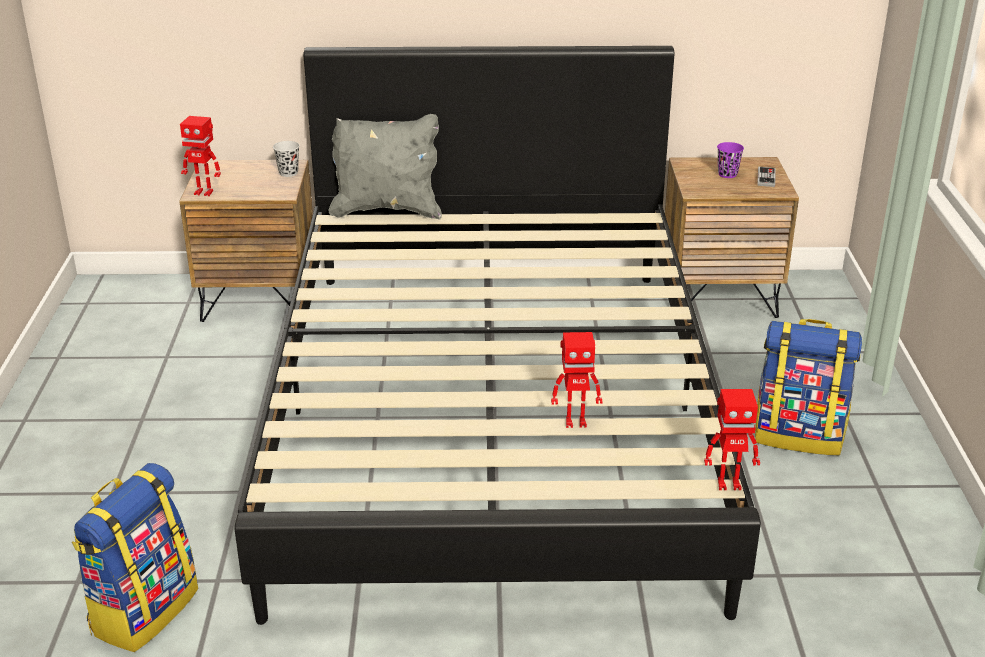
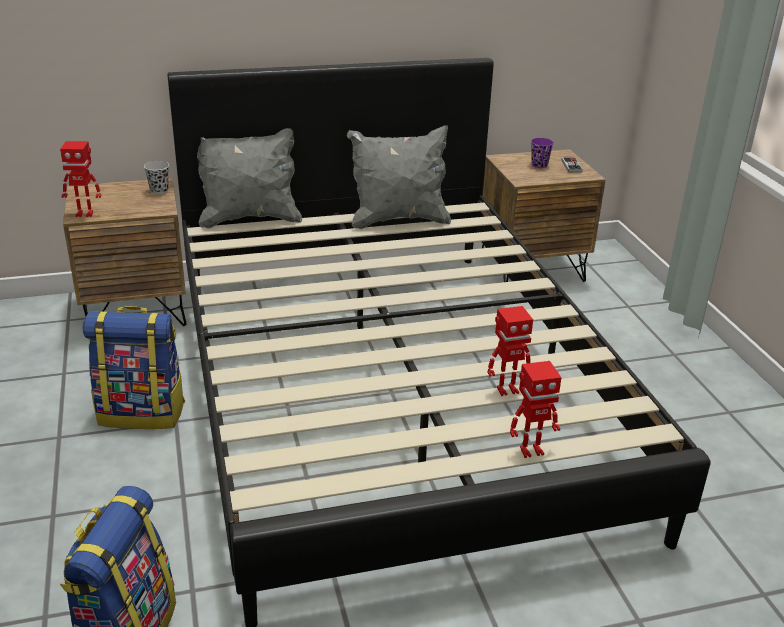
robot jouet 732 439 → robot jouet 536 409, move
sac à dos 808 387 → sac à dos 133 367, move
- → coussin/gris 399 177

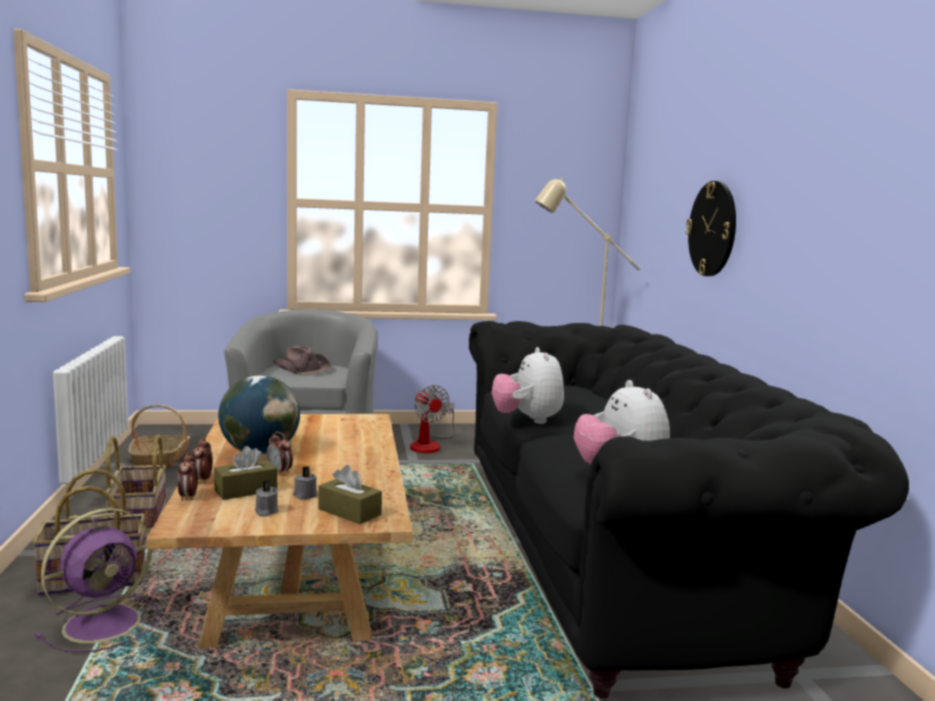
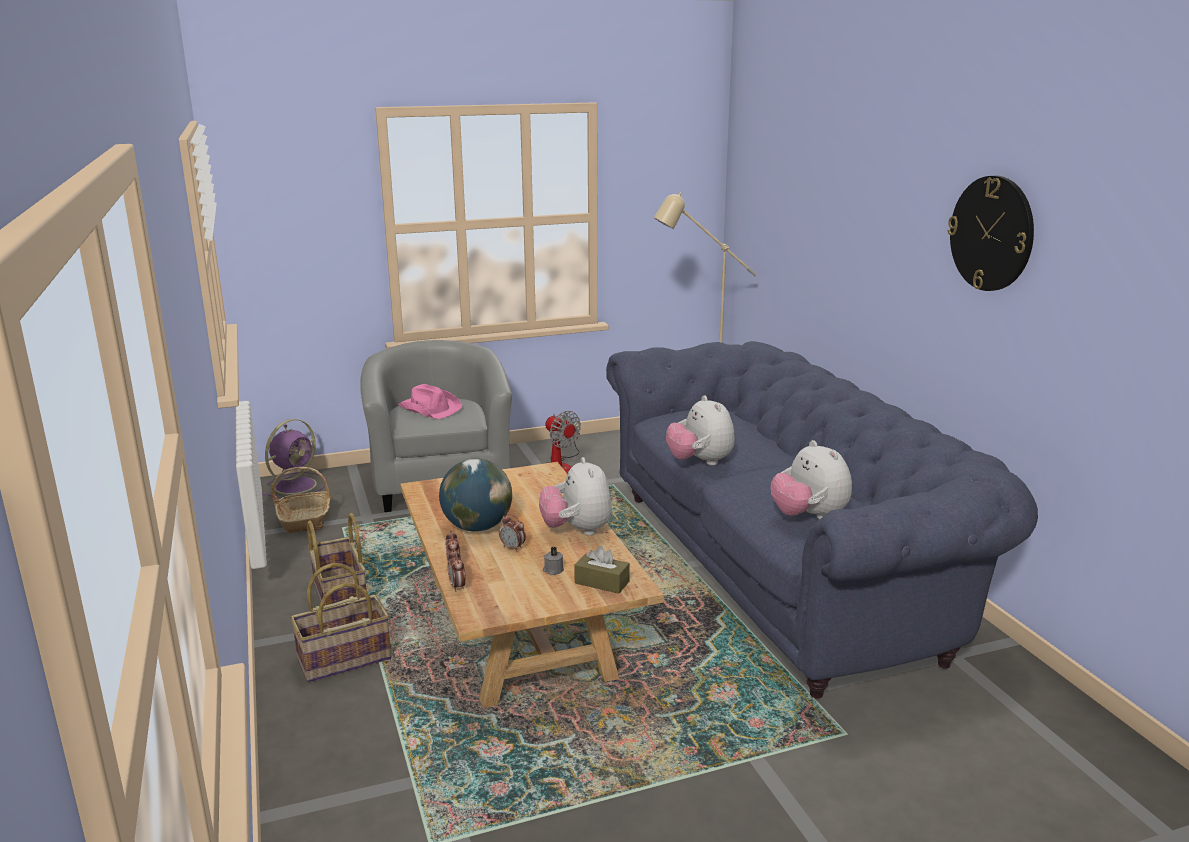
ventilateur/violet 97 580 → ventilateur/violet 295 458, move
boîte à mouchoirs/marron 245 473 → -
bougie/gris 267 498 → -
chapeau/marron 302 360 → chapeau/rose 430 401
canapé/noir 689 510 → canapé/bleu 822 520
horloge murale 711 228 → horloge murale 991 233, move
- → peluche 575 496

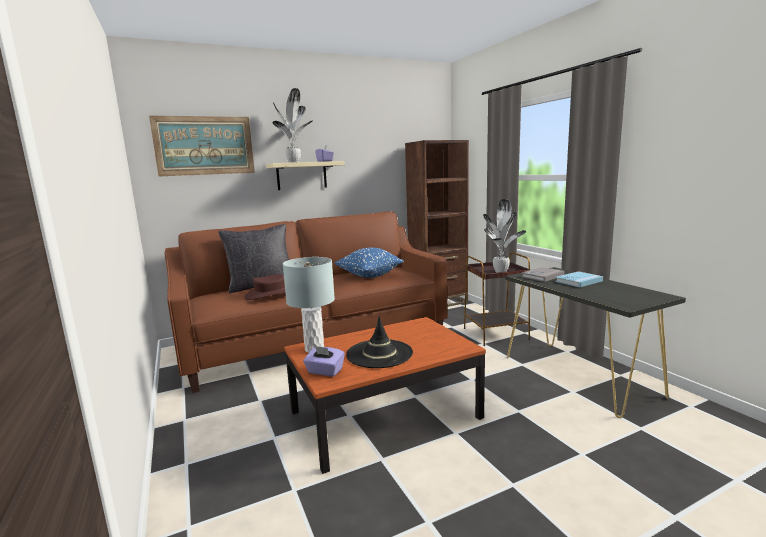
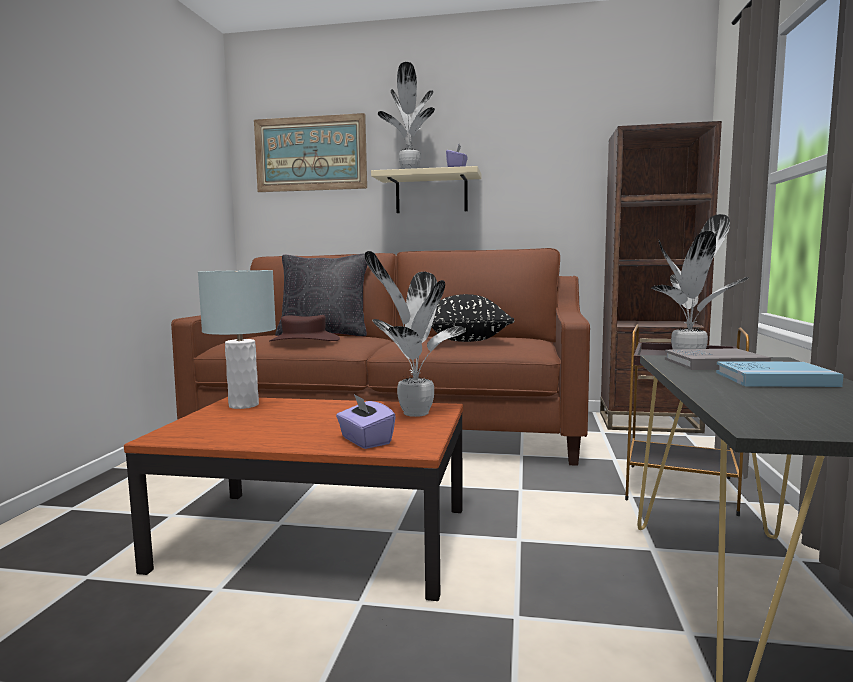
boîte à mouchoirs/violet 324 361 → boîte à mouchoirs/violet 366 421, move
coussin/bleu 369 262 → coussin/noir 473 318
chapeau/noir 379 342 → -
- → plante en pot 415 334

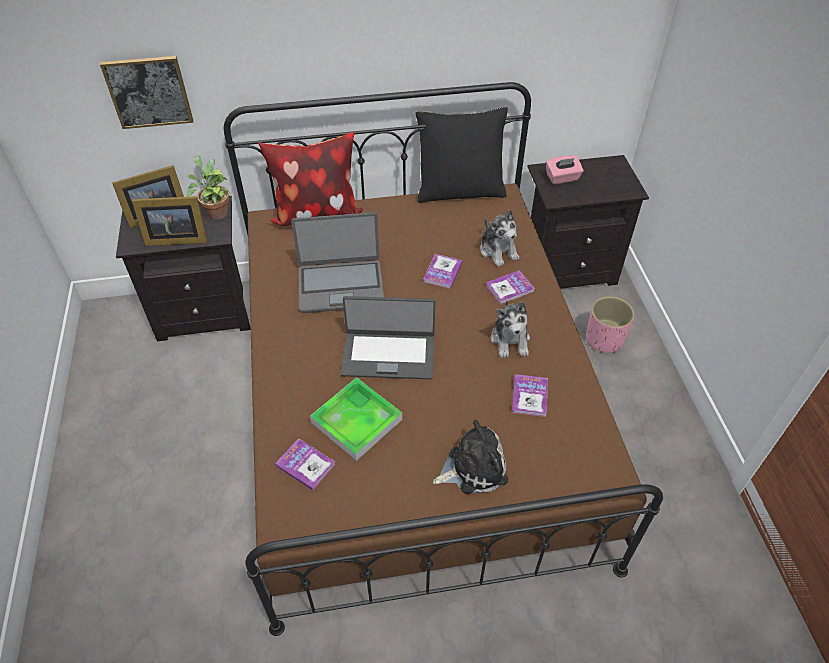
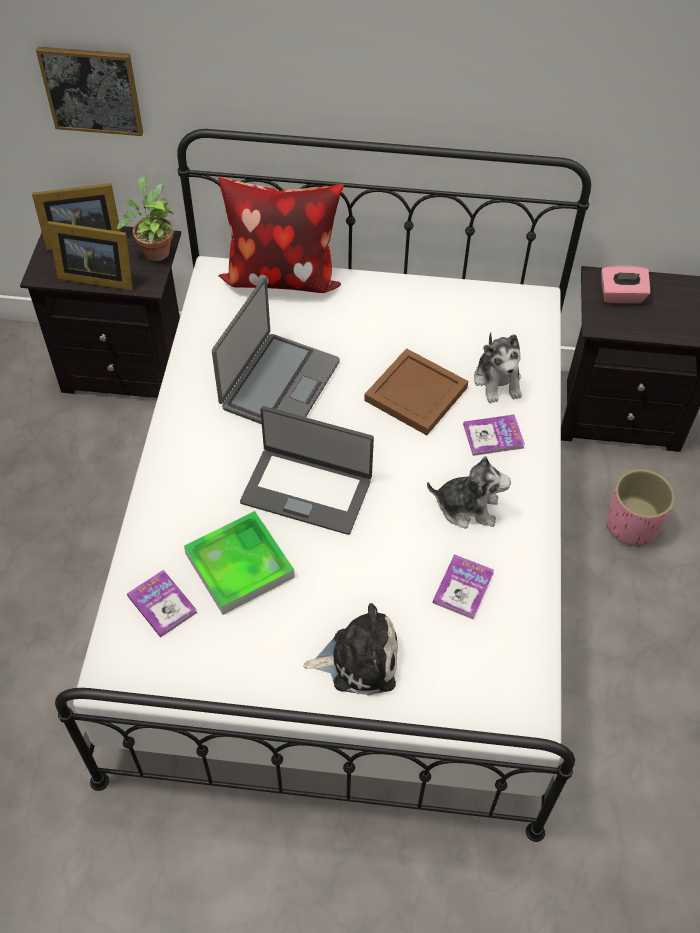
lit/marron 443 359 → lit/blanc 323 485
ordinateur portable 337 262 → ordinateur portable 276 350, 75 degrees counterclockwise
coussin/noir 461 155 → -
livre 443 271 → plateau/marron 416 391
peluche 510 329 → peluche 469 492, 90 degrees counterclockwise

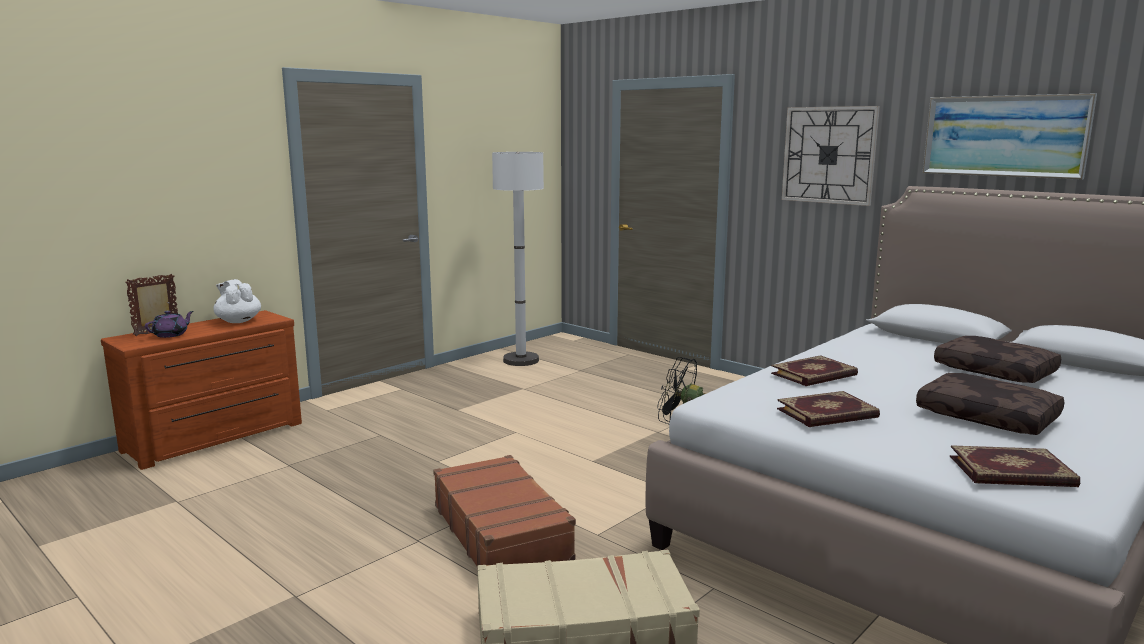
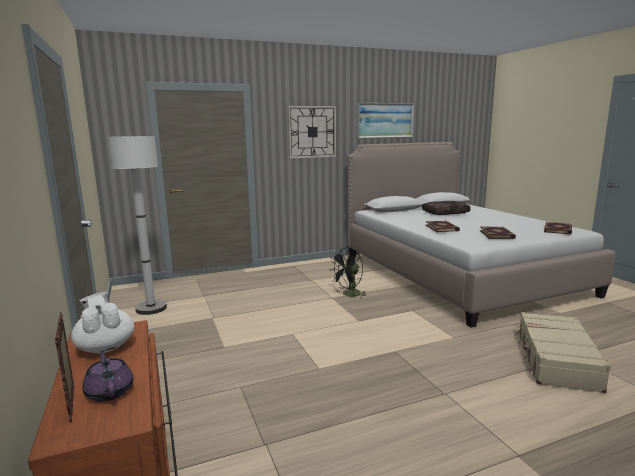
théière/blanc 237 301 → théière/blanc 103 322, 75 degrees clockwise
valise/marron 504 510 → -
coussin/marron 990 404 → -

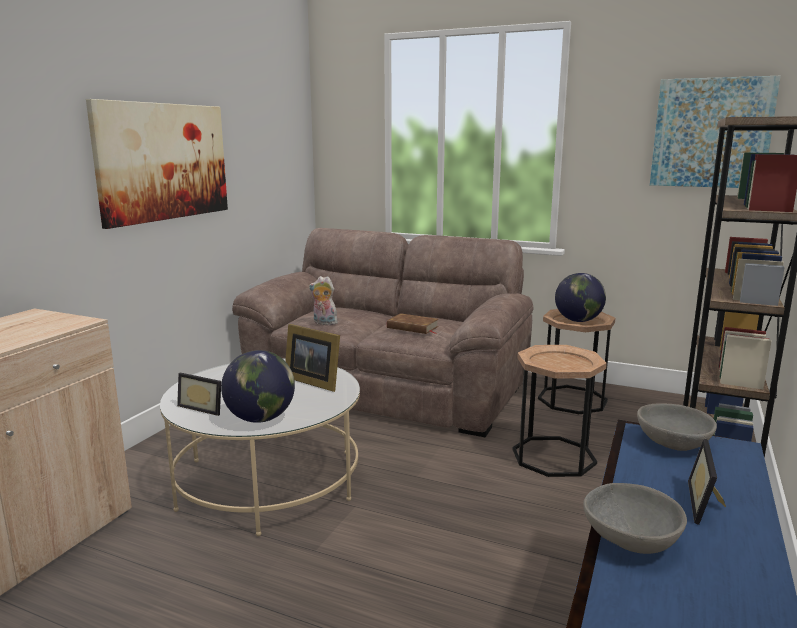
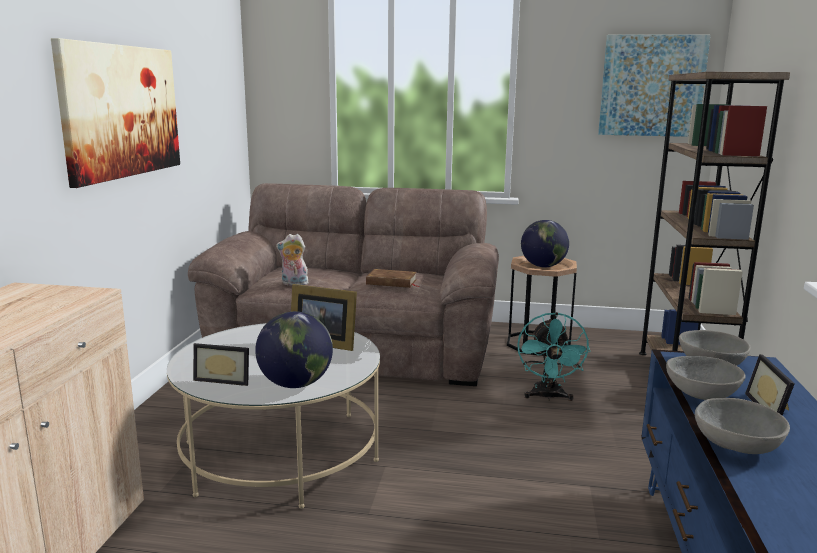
table d'appoint/marron 559 411 → ventilateur/turquoise 554 356
- → bol/gris 705 378

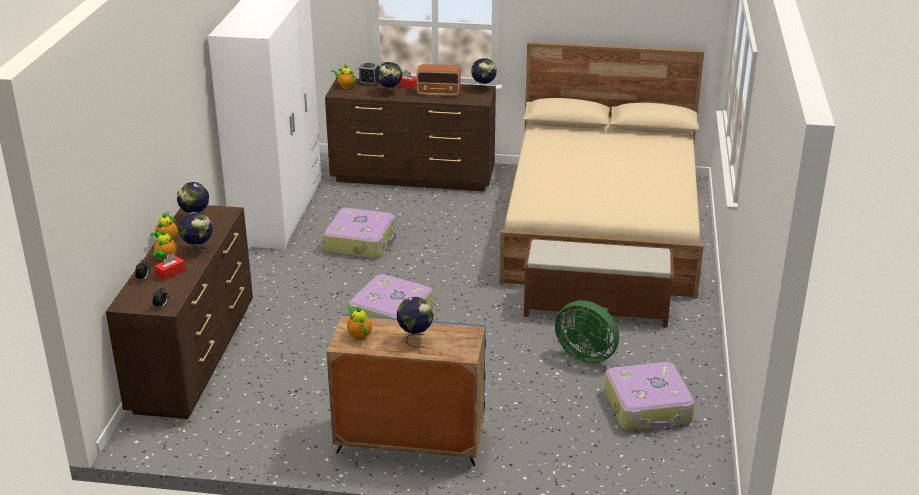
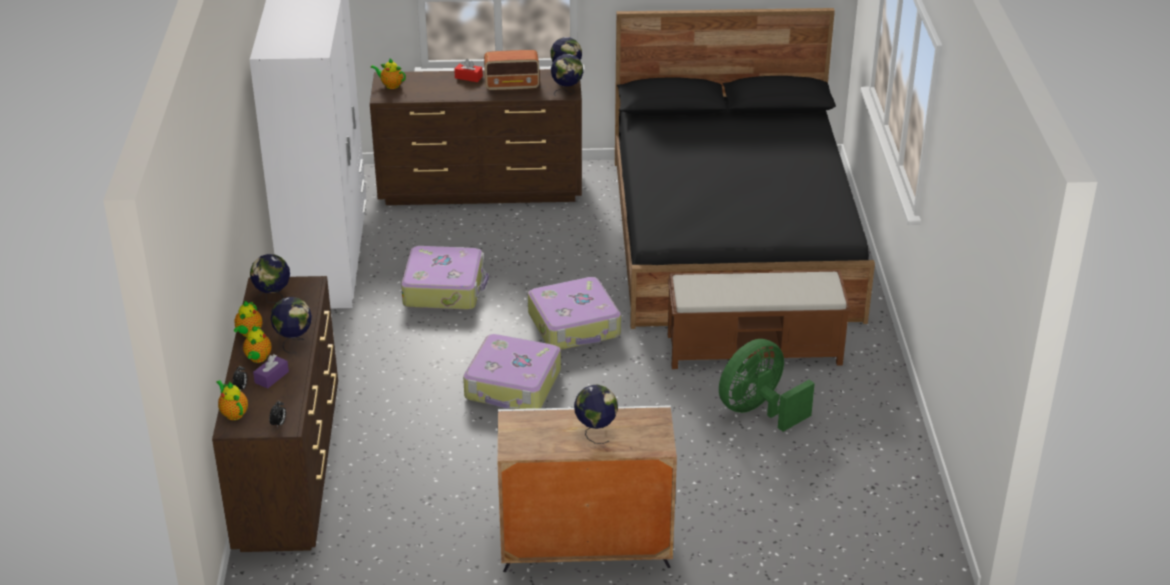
boîte à mouchoirs/rouge 169 266 → boîte à mouchoirs/violet 271 371
meuble de rangement/bleu 406 390 → meuble de rangement/blanc 587 488
théière 359 323 → théière 232 400, move
réveil 368 74 → -
globe 389 78 → globe 567 74, move
lit/beige 601 170 → lit/noir 745 168
ventilateur/vert 587 331 → ventilateur/vert 767 385, 120 degrees clockwise
valise 649 396 → valise 574 313, move

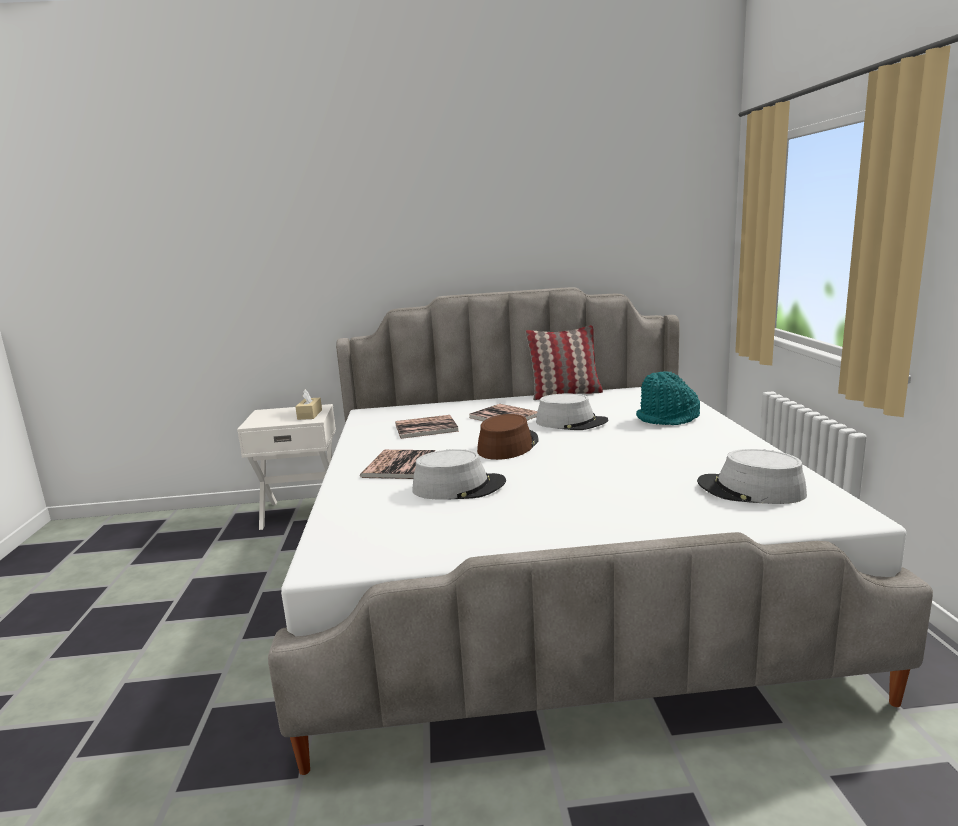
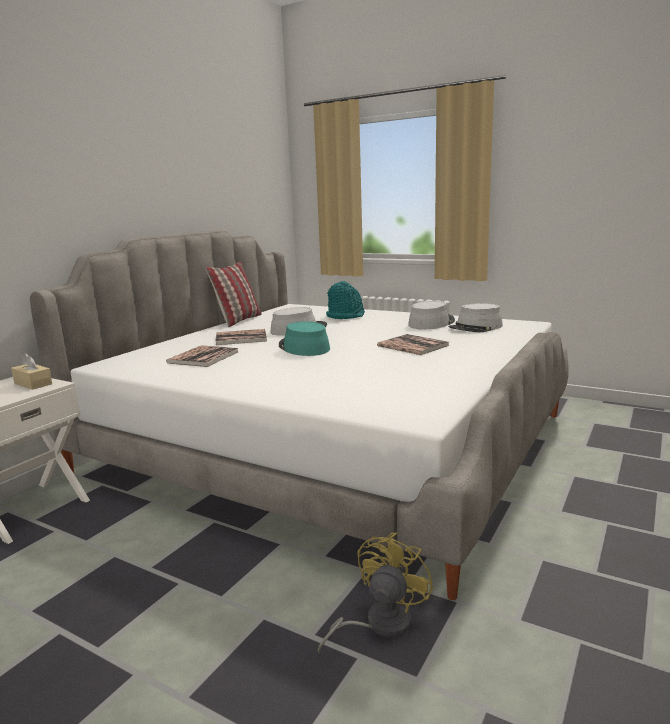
livre 398 464 → livre 413 344, move
chapeau/gris 459 474 → chapeau/gris 431 315, move
chapeau/marron 508 437 → chapeau/turquoise 304 338
- → ventilateur/jaune 375 592

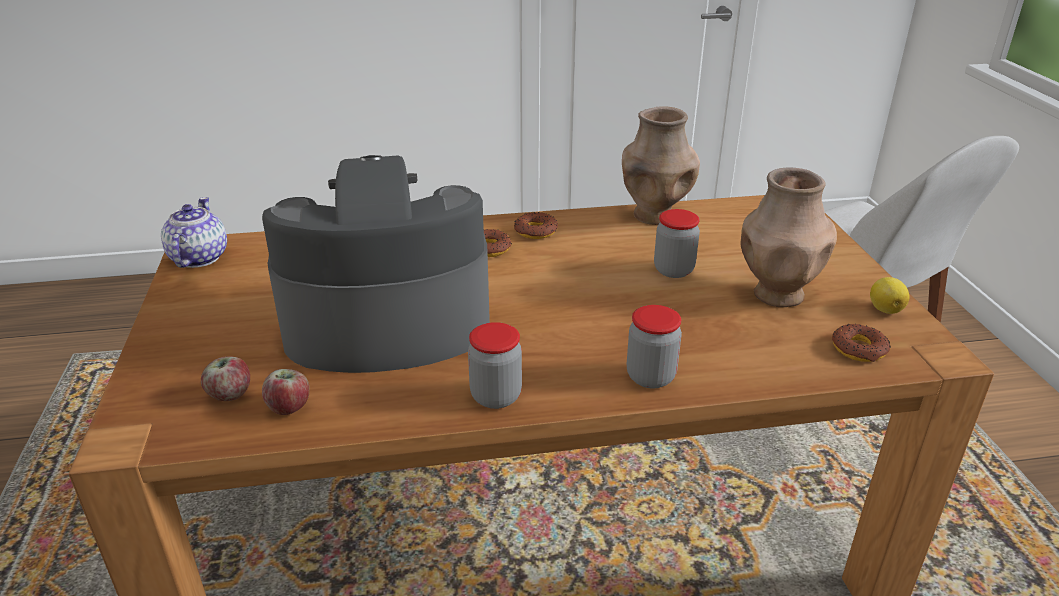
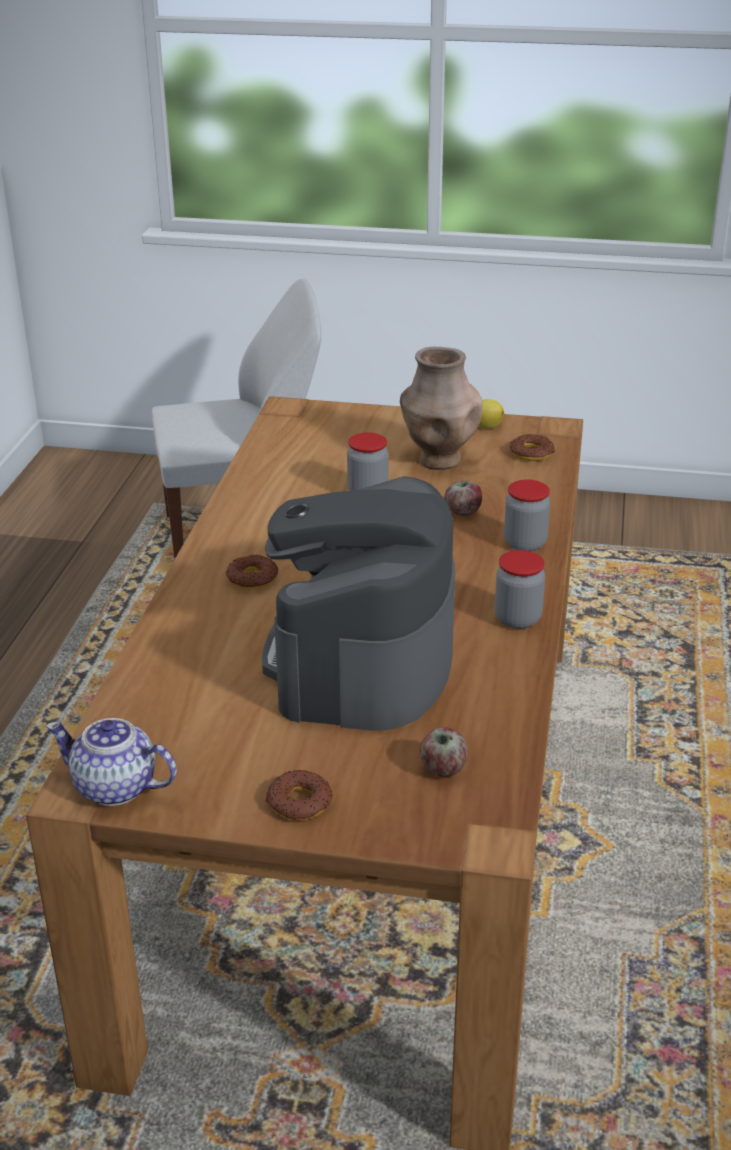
pomme 286 392 → pomme 463 498, move
beignet 536 225 → beignet 298 795, move
vase/marron 661 165 → -

